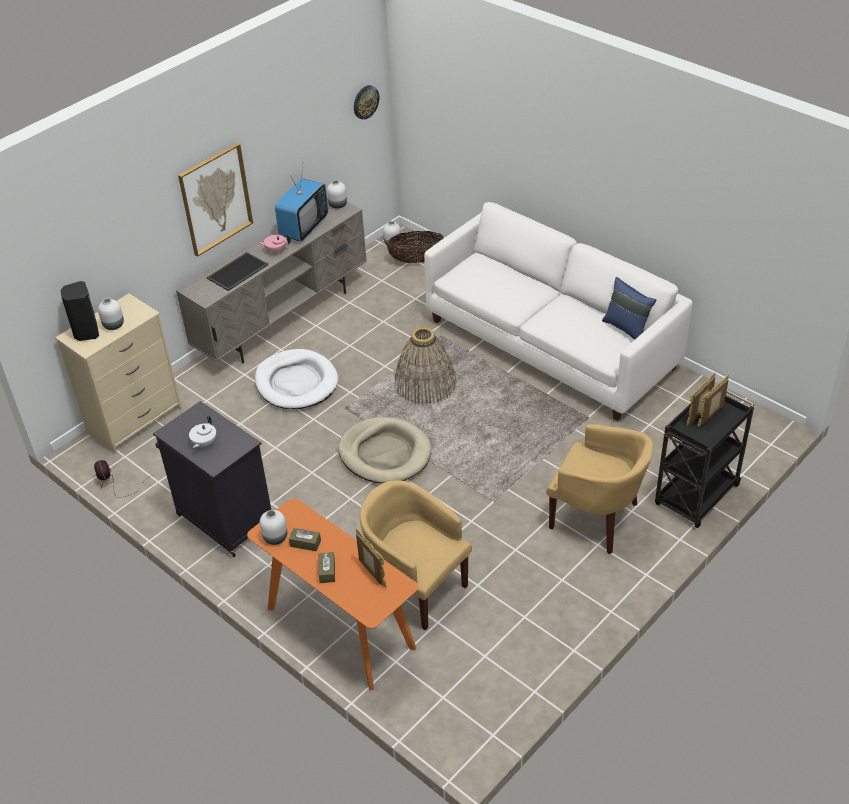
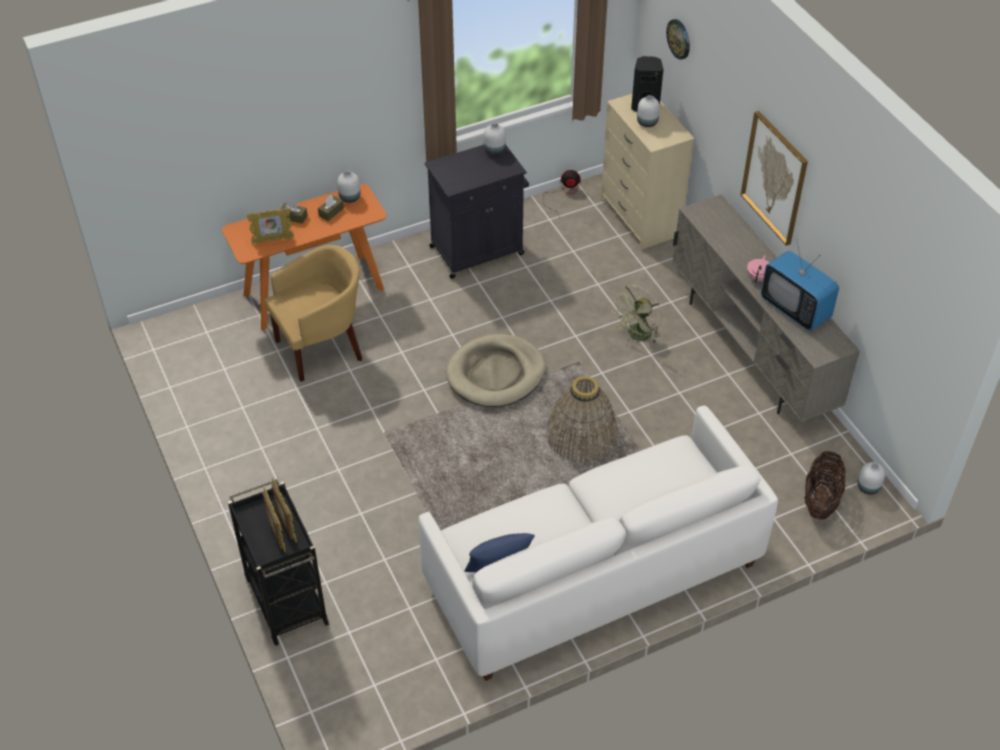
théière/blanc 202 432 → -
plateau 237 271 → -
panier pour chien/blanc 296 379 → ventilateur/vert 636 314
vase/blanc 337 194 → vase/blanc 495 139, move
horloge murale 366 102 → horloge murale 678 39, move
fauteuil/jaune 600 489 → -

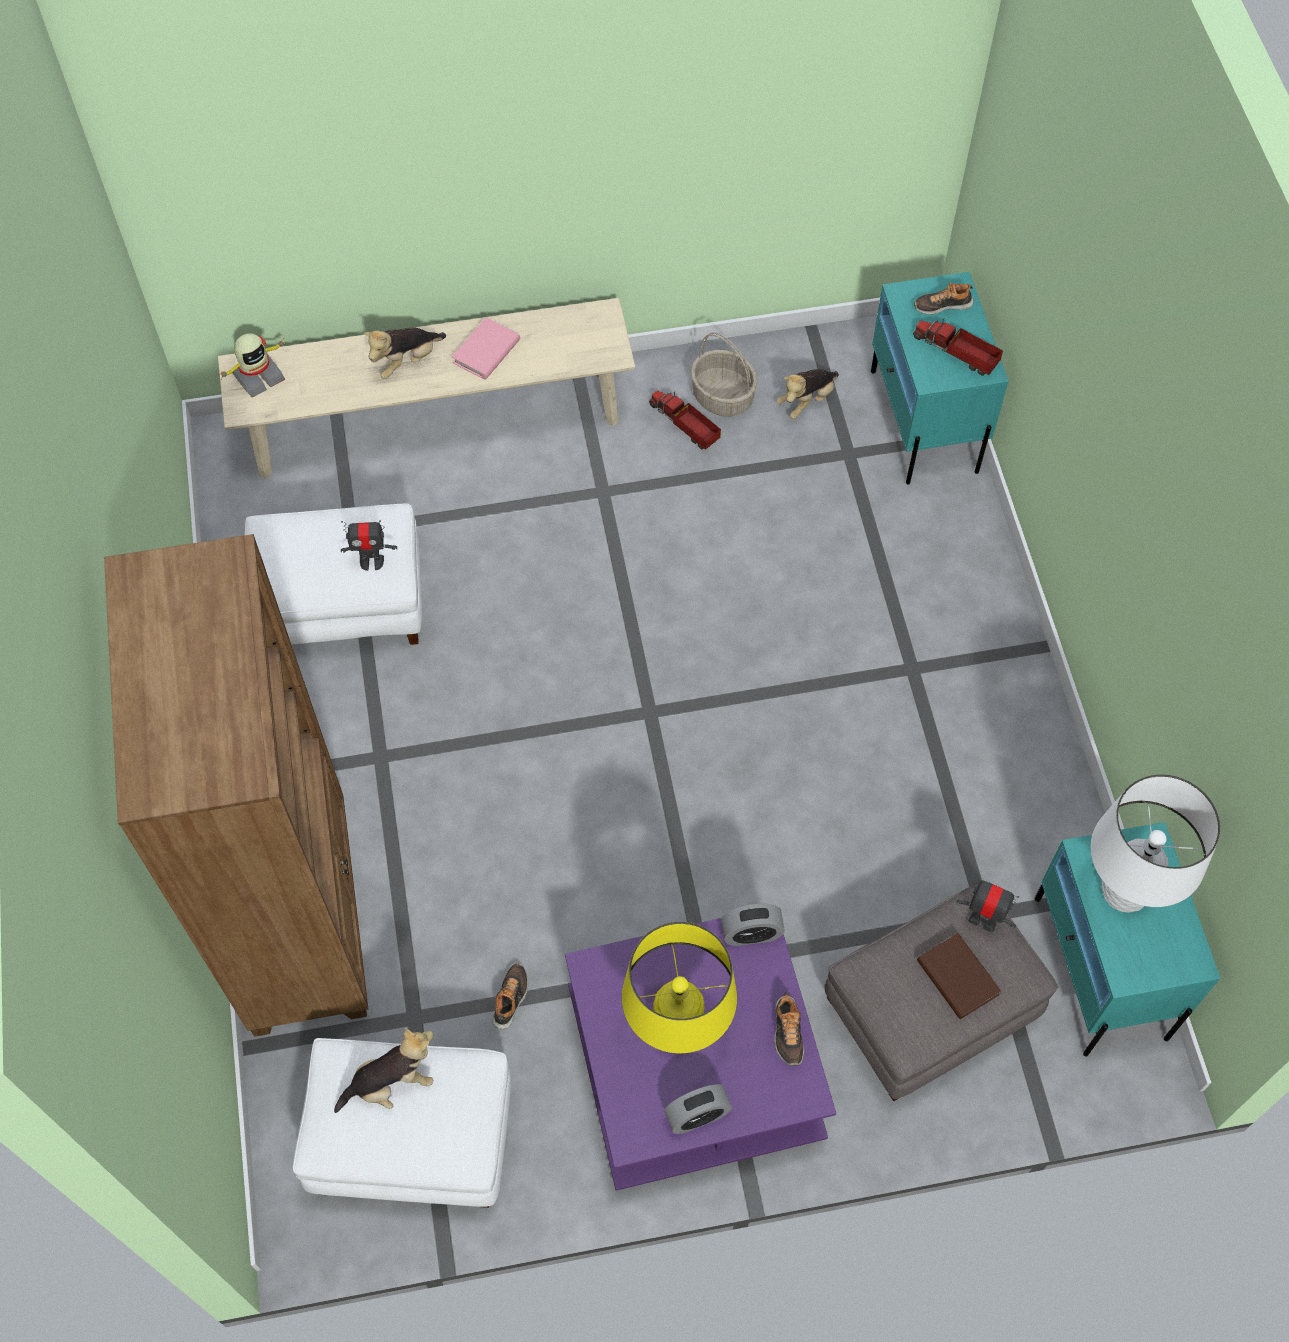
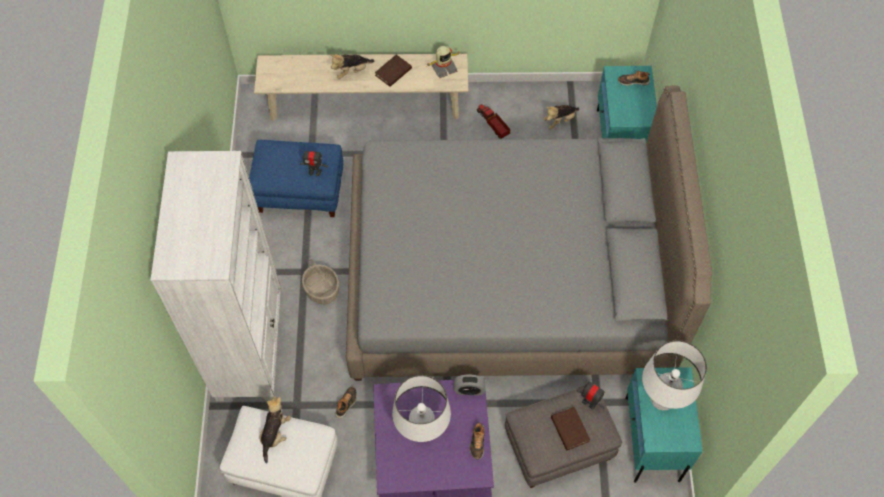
bibliothèque/marron 236 785 → bibliothèque/blanc 216 276
robot jouet 253 365 → robot jouet 443 62, move
pouf/blanc 333 574 → pouf/bleu 296 178
peluche 384 1070 → peluche 275 429, 60 degrees counterclockwise
livre/rose 486 348 → livre/marron 393 70
lampe de table/jaune 679 987 → lampe de table/blanc 421 408
réveil 698 1109 → -
panier 724 374 → panier 320 282, move
camion jouet 958 347 → -
- → lit/gris 529 233

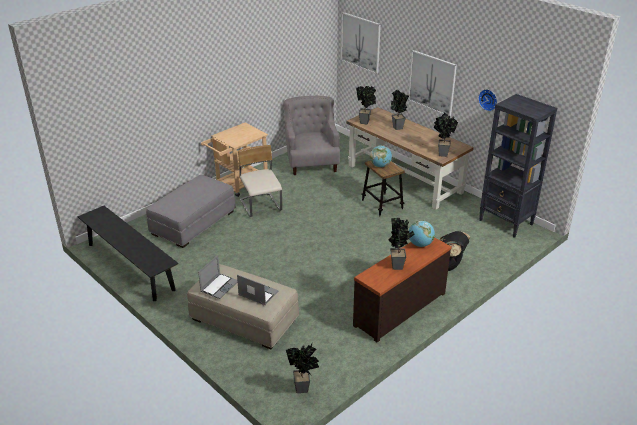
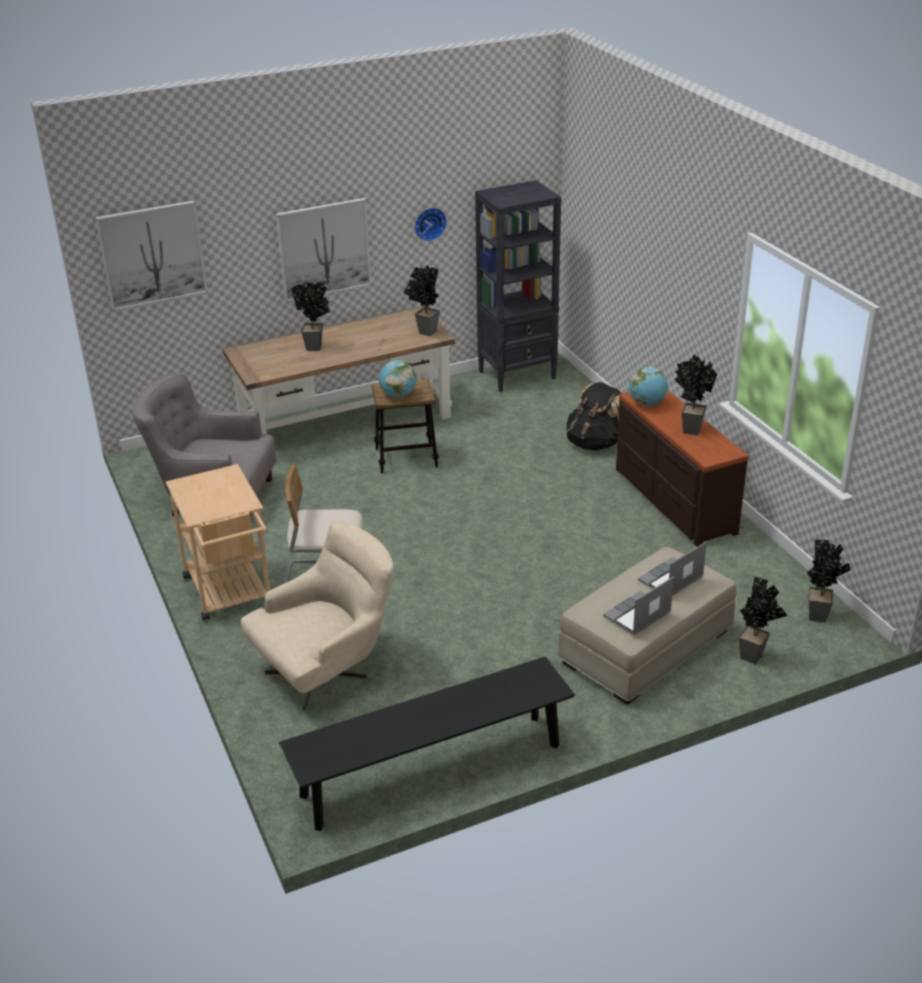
pouf/gris 191 211 → fauteuil/beige 317 615
ordinateur portable 217 277 → ordinateur portable 638 606, 90 degrees counterclockwise
plante en pot 366 105 → plante en pot 763 620, move

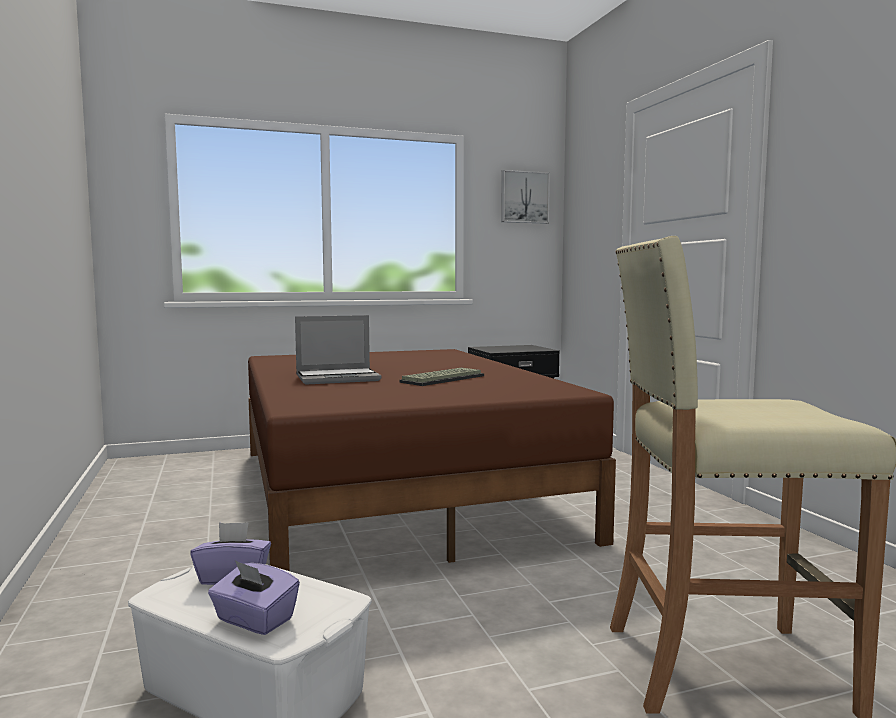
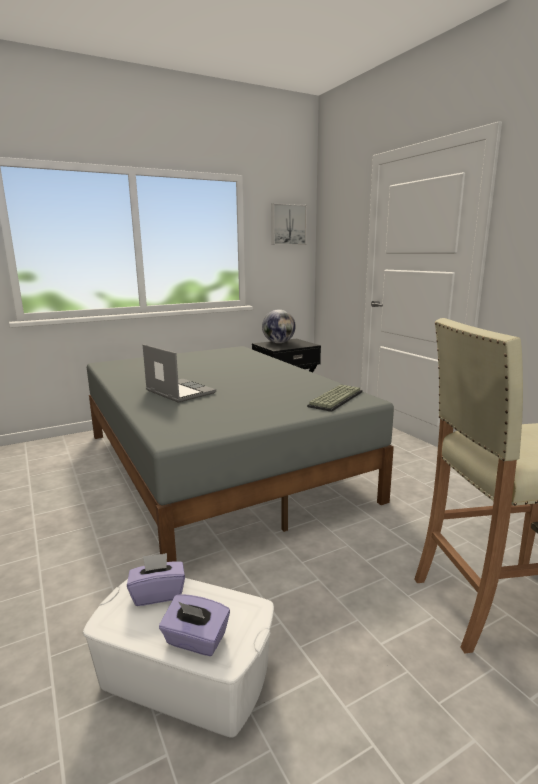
lit/marron 432 460 → lit/gris 240 454
ordinateur portable 338 350 → ordinateur portable 179 373, 105 degrees counterclockwise
clavier 441 377 → clavier 335 398, move
- → globe 279 326

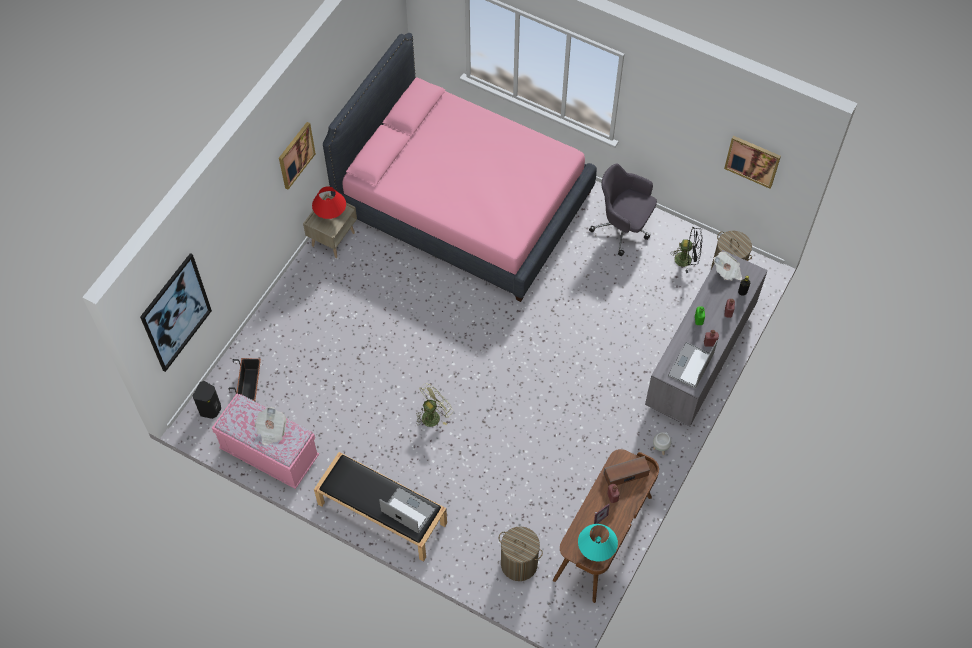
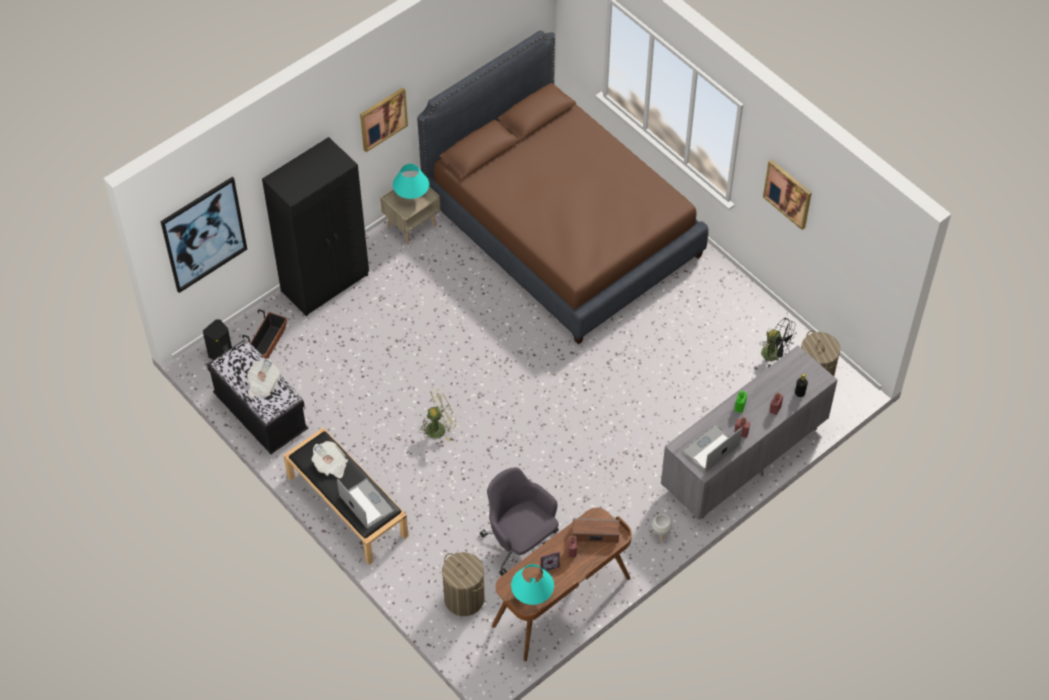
banc/rose 265 441 → banc/noir 257 396
lampe de table/rouge 329 202 → lampe de table/turquoise 411 181
lit/rose 460 167 → lit/marron 563 187
chaise de bureau/gris 623 210 → chaise de bureau/gris 519 521, move
journal 728 266 → journal 330 459, move
tableau 752 162 → tableau 787 195, move
- → armoire/noir 315 227

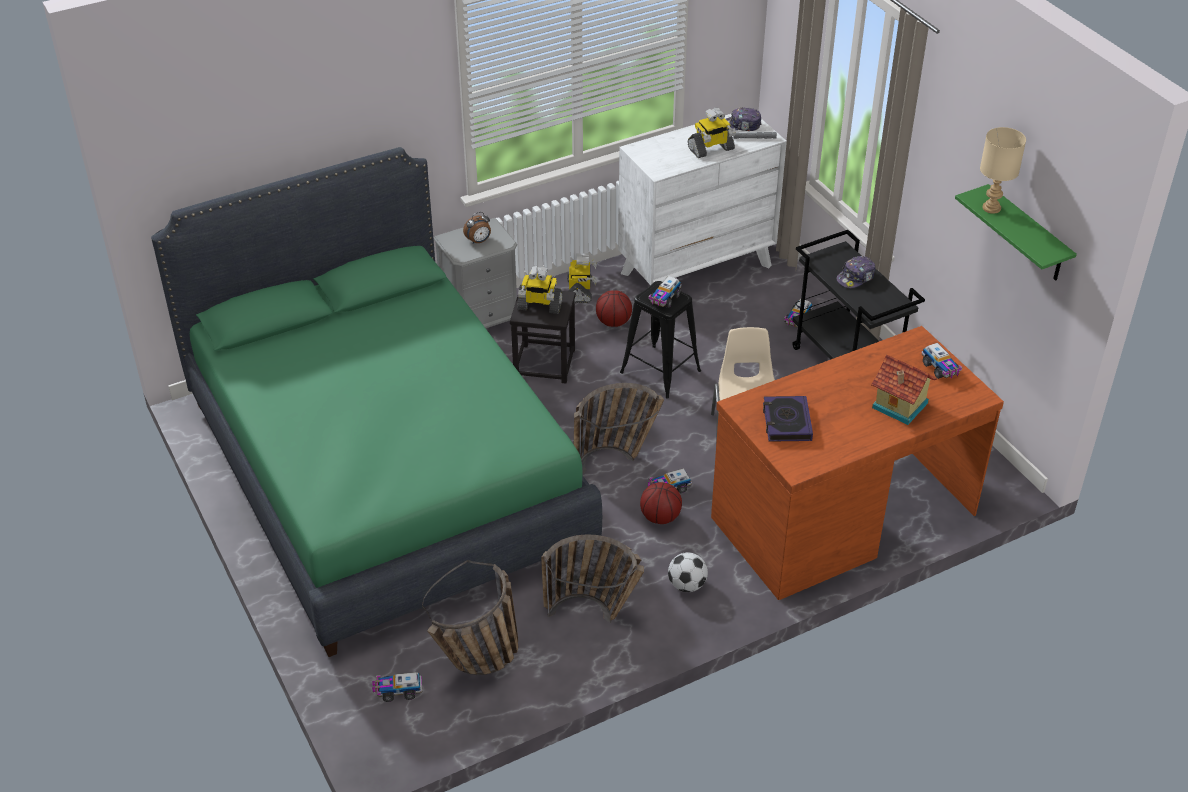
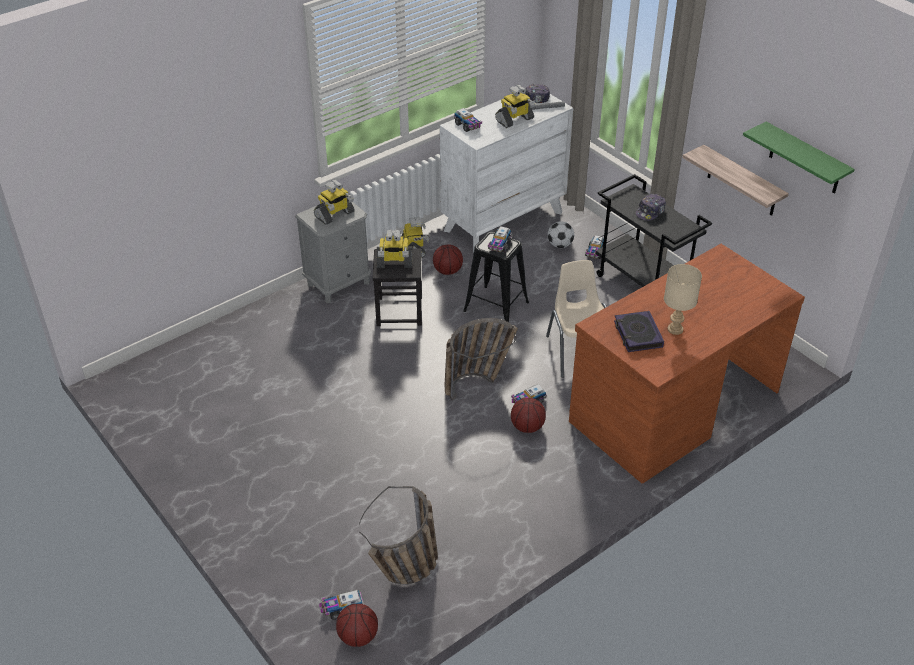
lit/vert 376 402 → -
réveil 477 228 → robot jouet 334 202
panier 592 578 → -
ballon de foot 688 572 → ballon de foot 561 234, move
maison miniature 904 389 → -
camion jouet 942 361 → camion jouet 468 120, move
lampe de table/beige 1003 170 → lampe de table/beige 683 299, move
- → ballon de basket 357 625
- → étagère 735 180

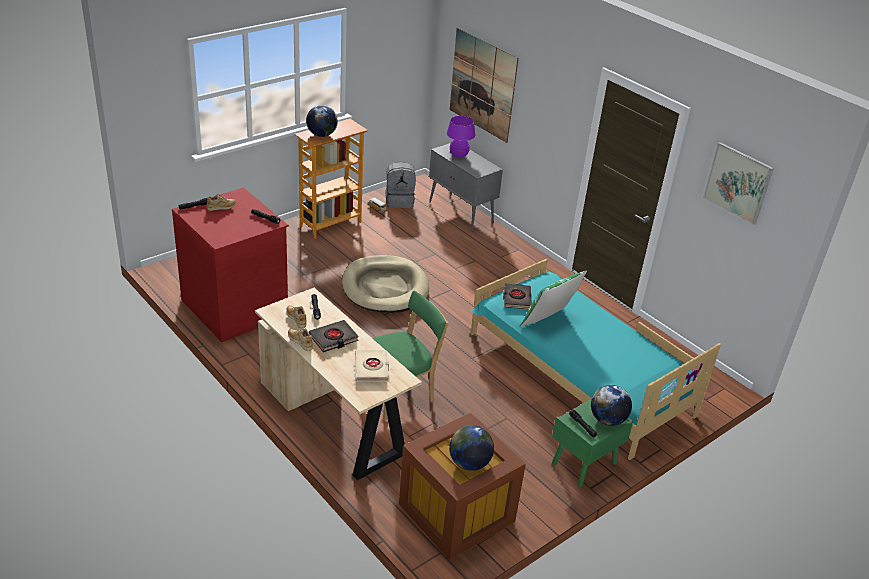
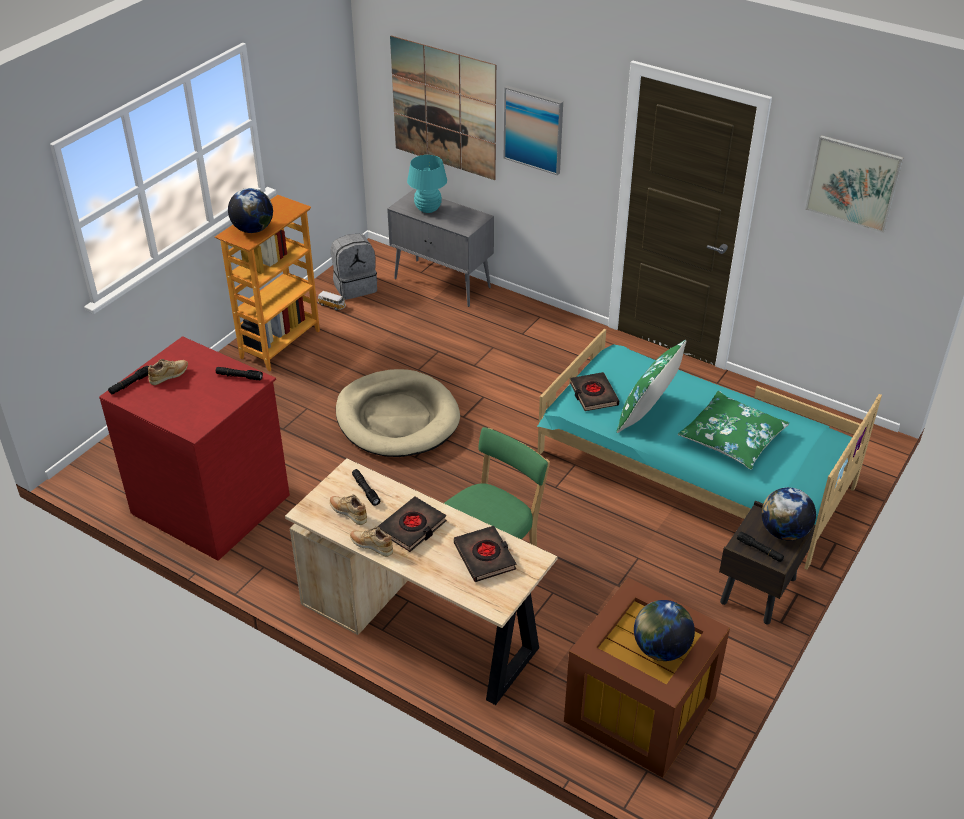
livre/beige 372 366 → livre/noir 485 554
lampe de table/violet 460 137 → lampe de table/turquoise 427 184
table de chevet/vert 592 443 → table de chevet/marron 767 562
- → tableau 533 130
- → coussin/vert 734 430

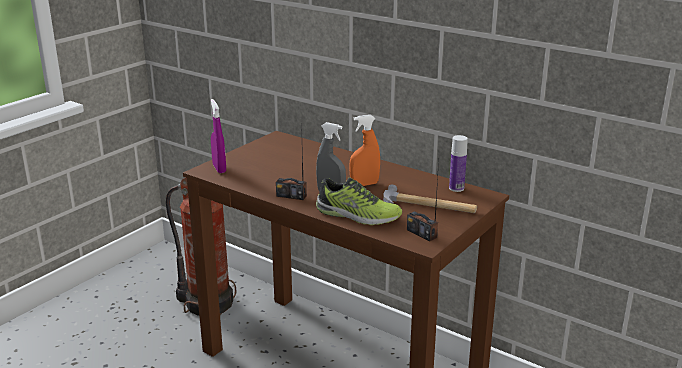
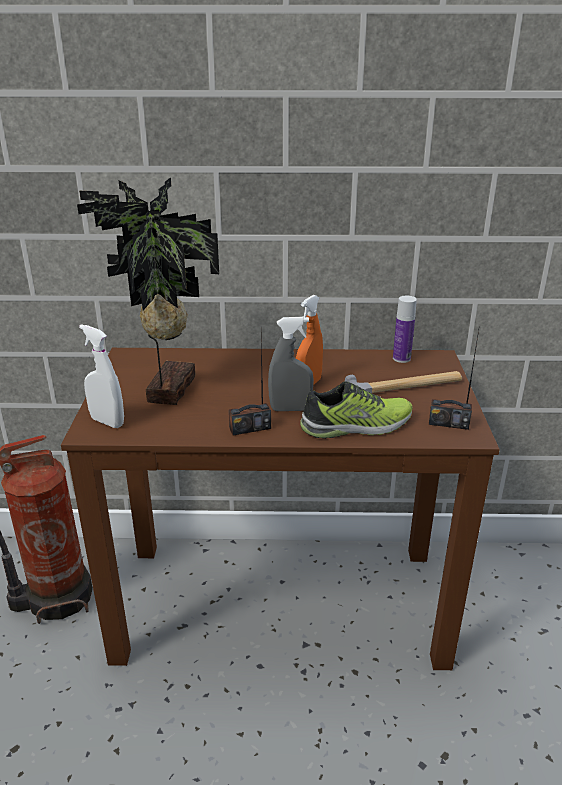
vaporisateur/violet 218 136 → vaporisateur/blanc 101 376
- → plante en pot 148 291

